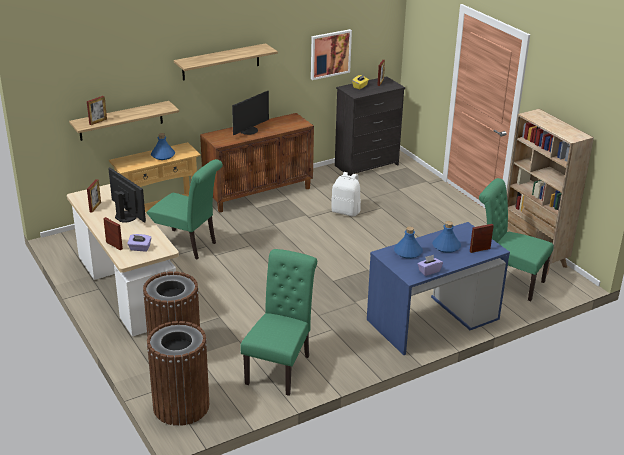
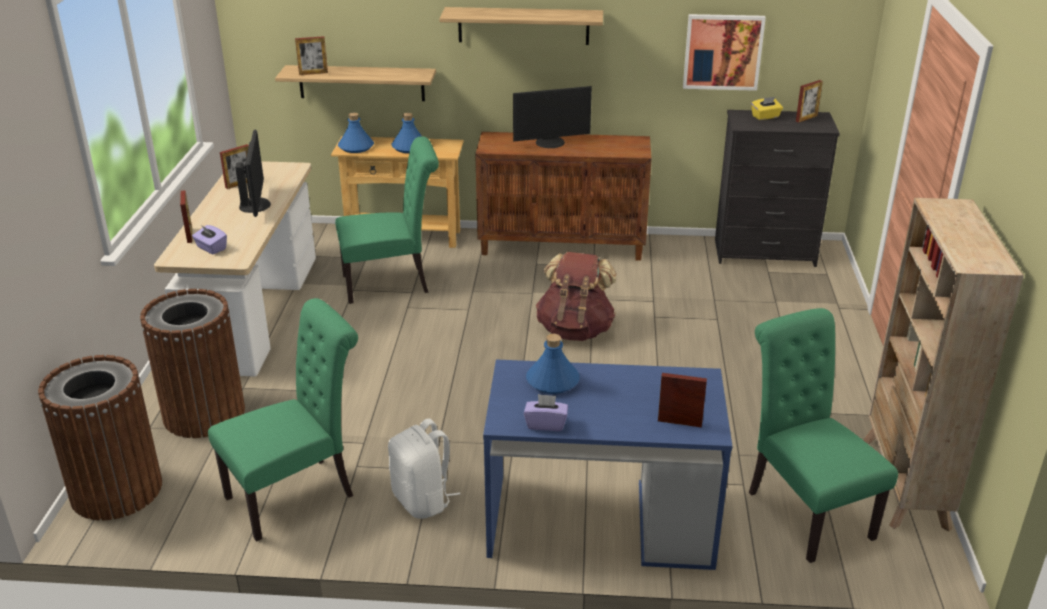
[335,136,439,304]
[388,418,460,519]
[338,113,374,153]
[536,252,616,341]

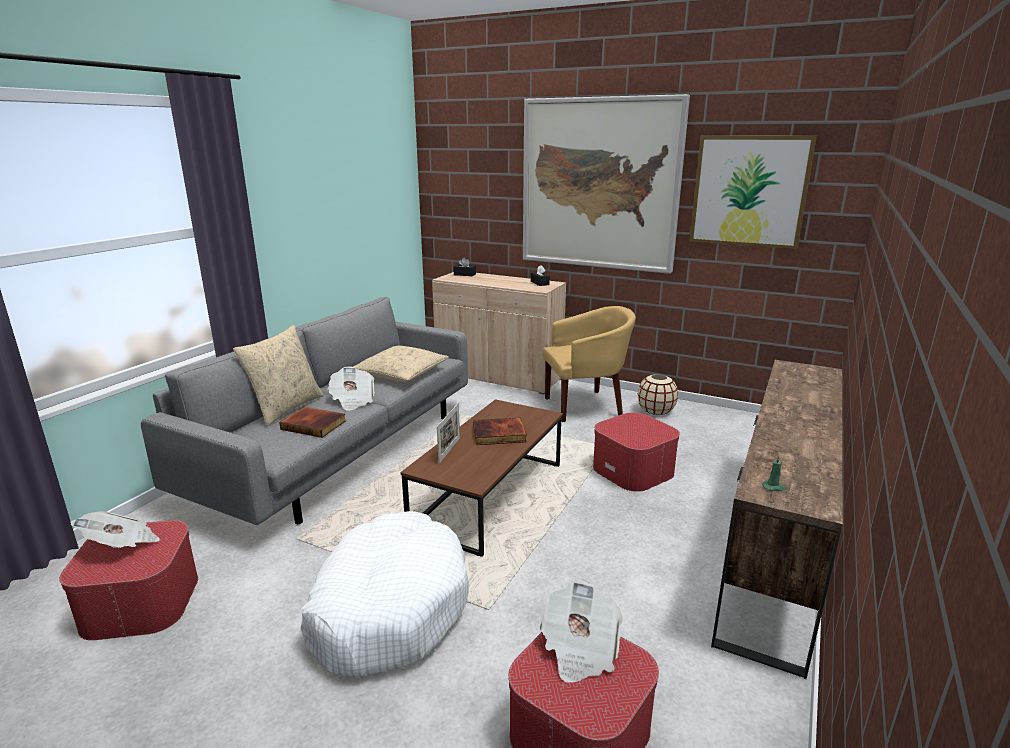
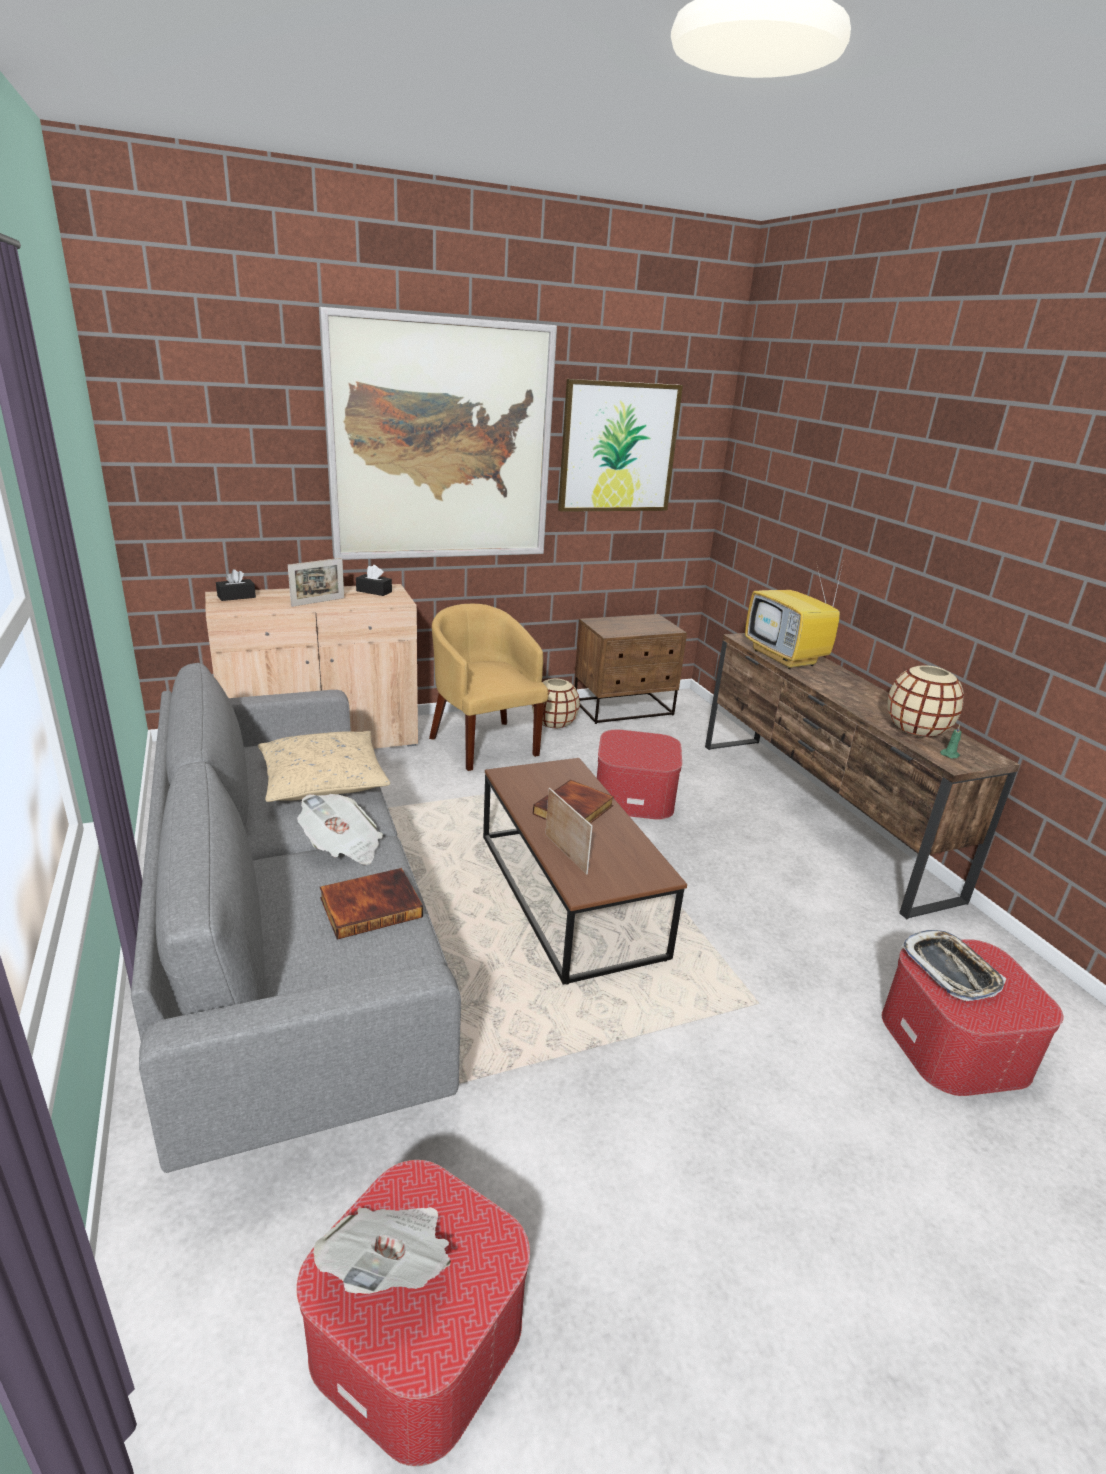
[233,325,324,426] (first image)
[300,511,469,678] (first image)
[901,930,1006,1001]
[429,604,549,771]
[288,558,344,607]
[575,614,687,724]
[745,559,844,669]
[888,665,964,737]

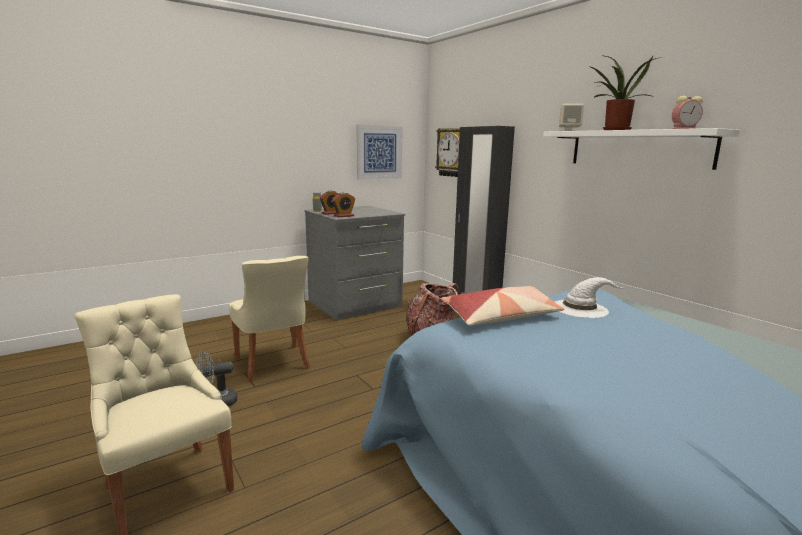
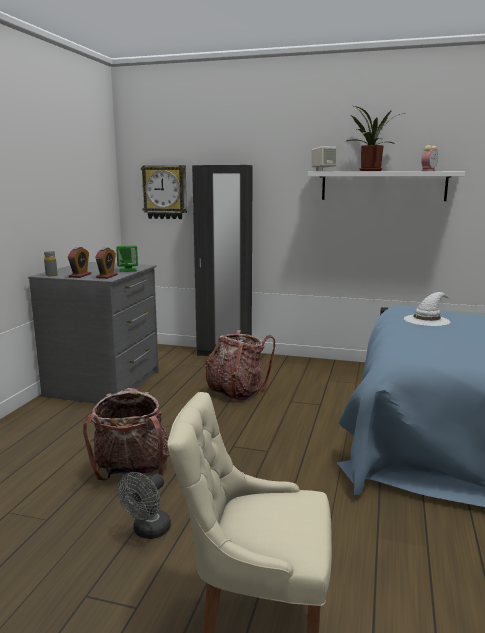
[83,388,170,481]
[356,125,403,180] (first image)
[441,286,564,326] (first image)
[116,246,138,272]

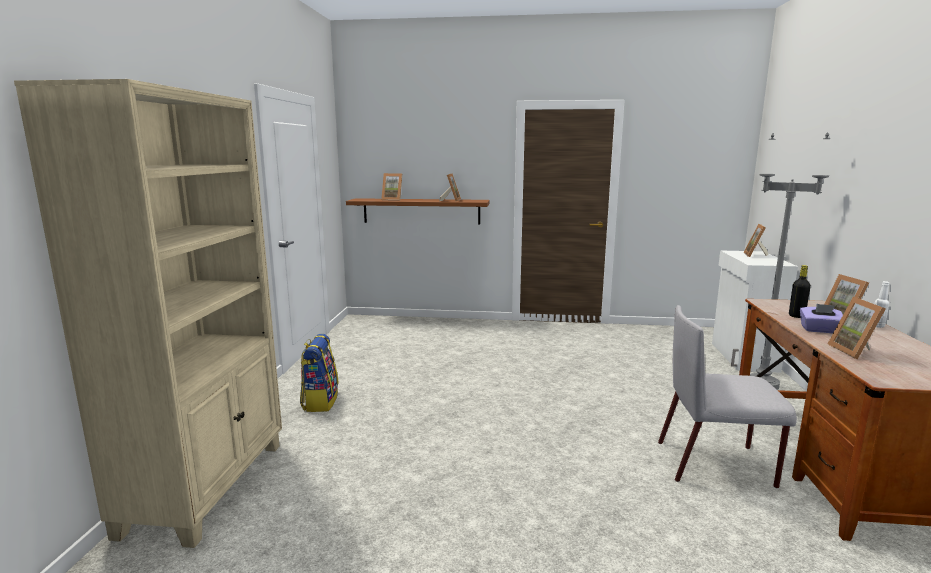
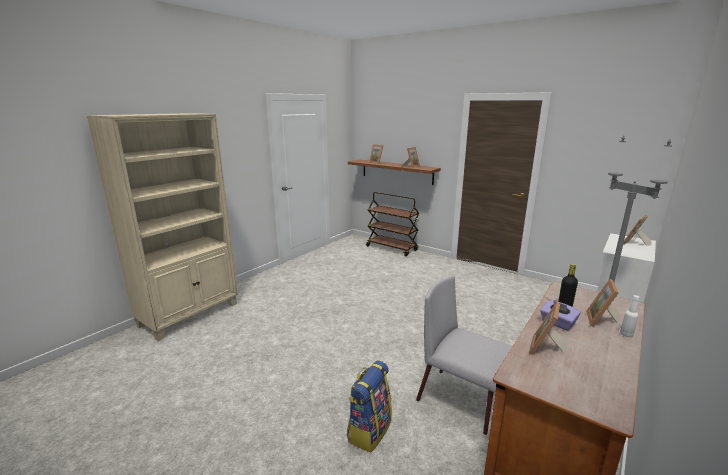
[347,361,392,452]
[366,192,419,256]

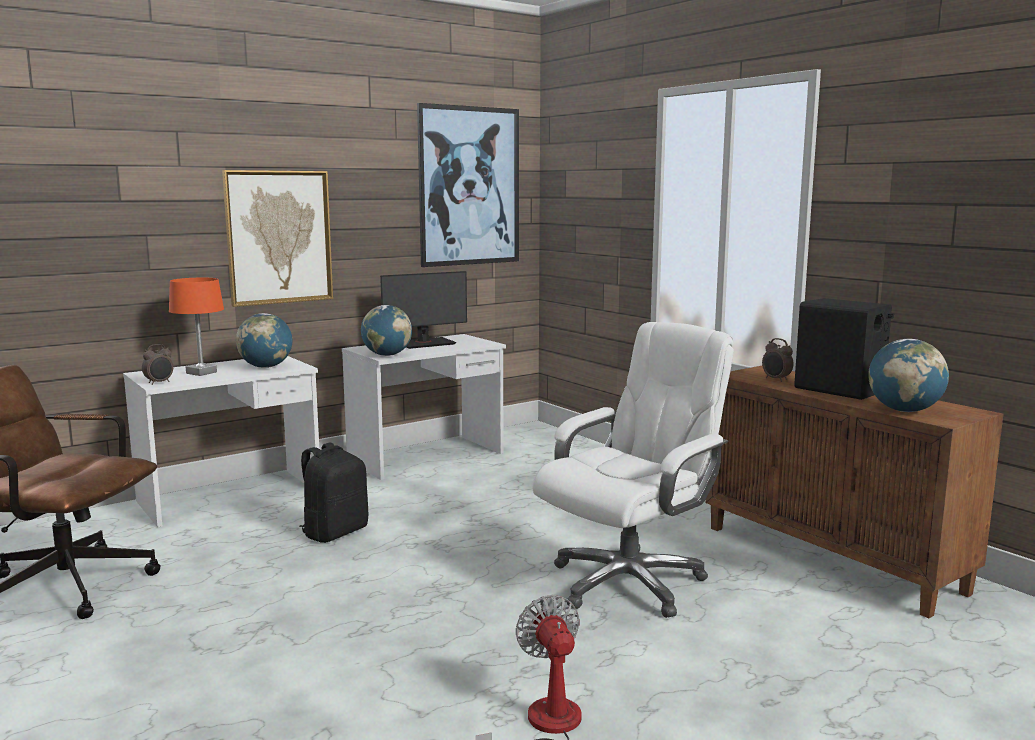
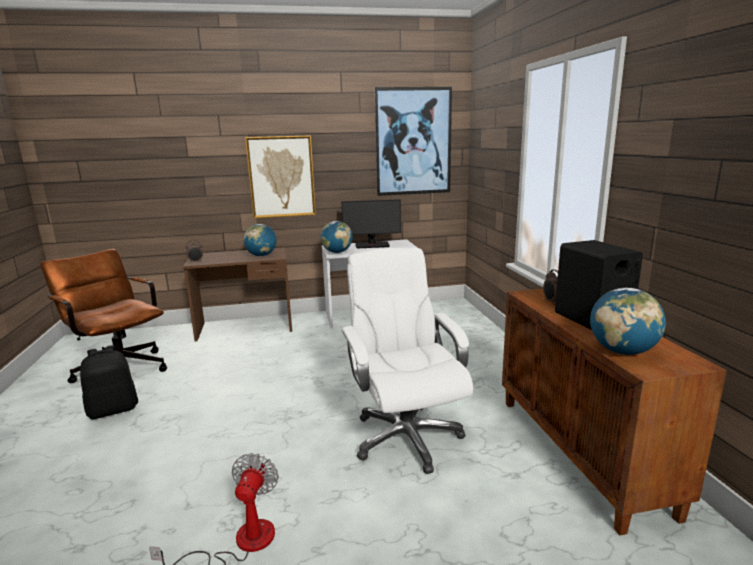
[183,247,292,341]
[169,278,224,376] (first image)
[80,345,138,420]
[341,247,473,474]

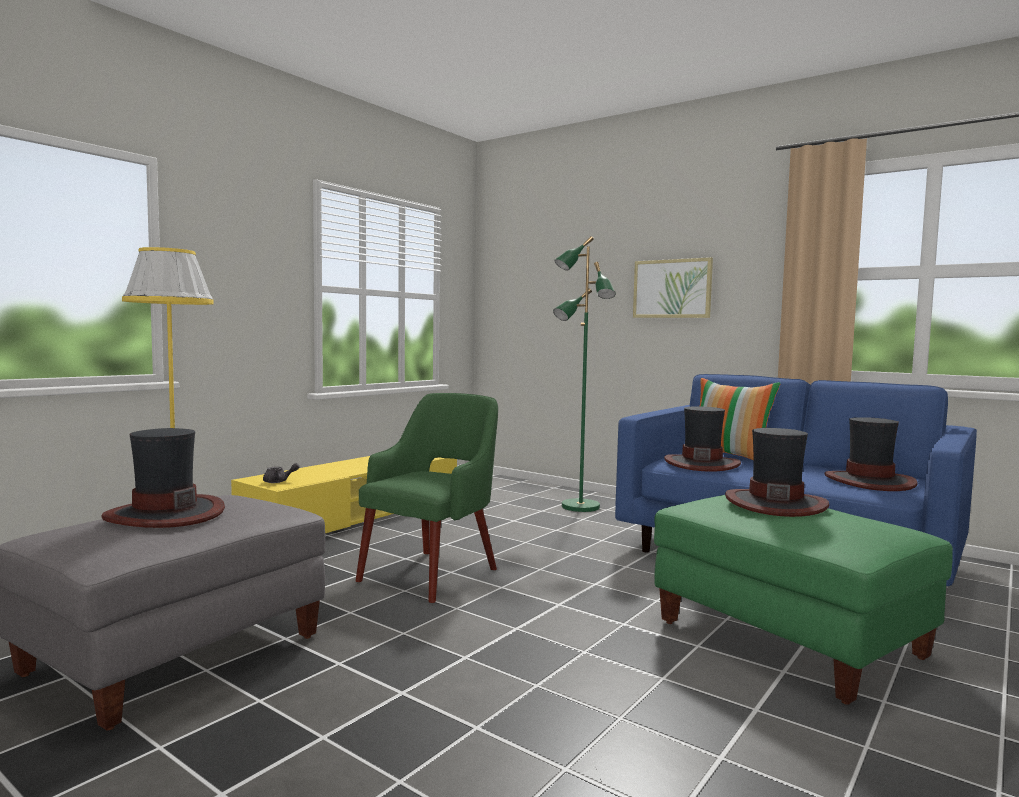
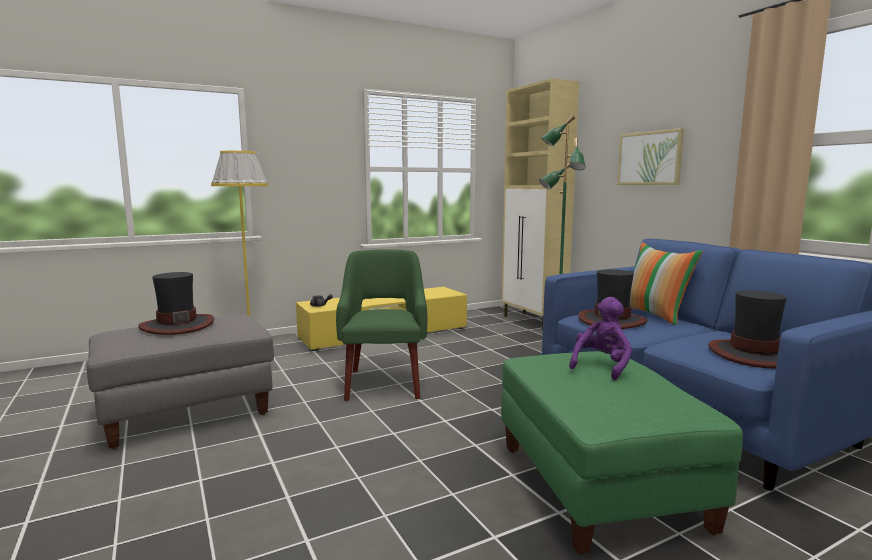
[336,249,428,401]
[569,297,632,380]
[502,78,579,331]

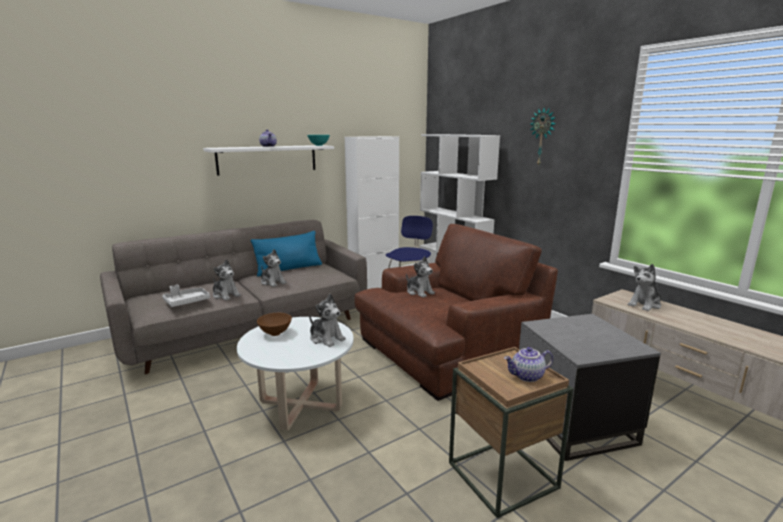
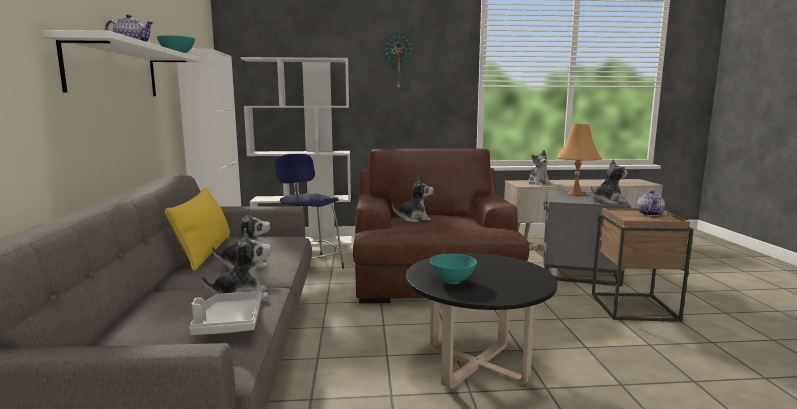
[406,253,557,389]
[165,187,230,271]
[430,254,477,284]
[591,159,627,204]
[557,124,602,195]

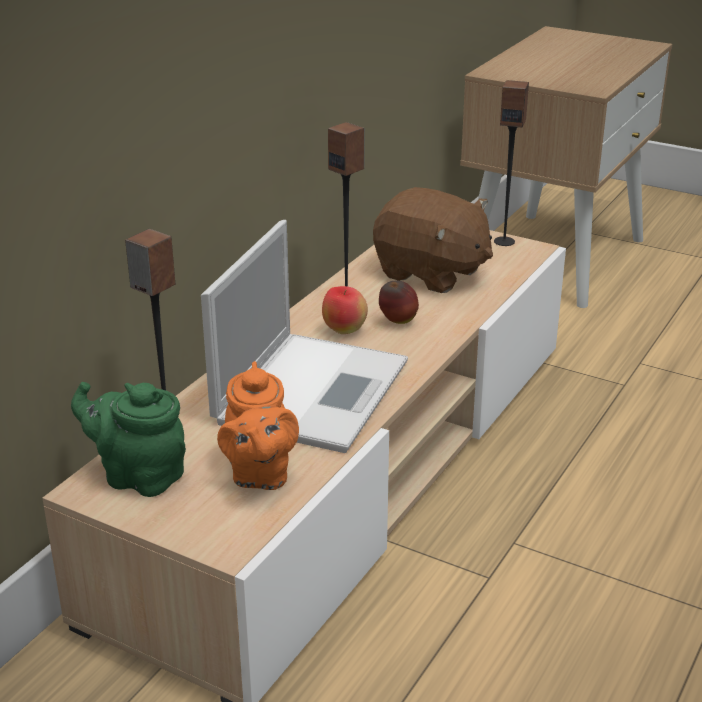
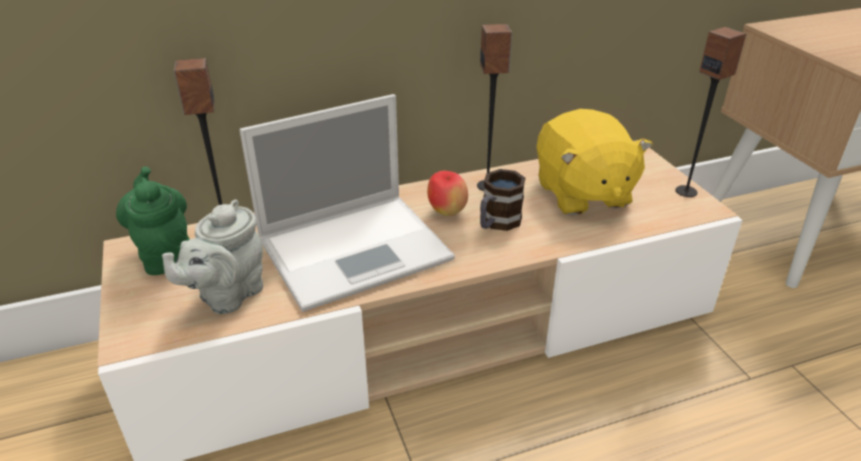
[162,200,263,314]
[536,109,653,216]
[480,169,526,231]

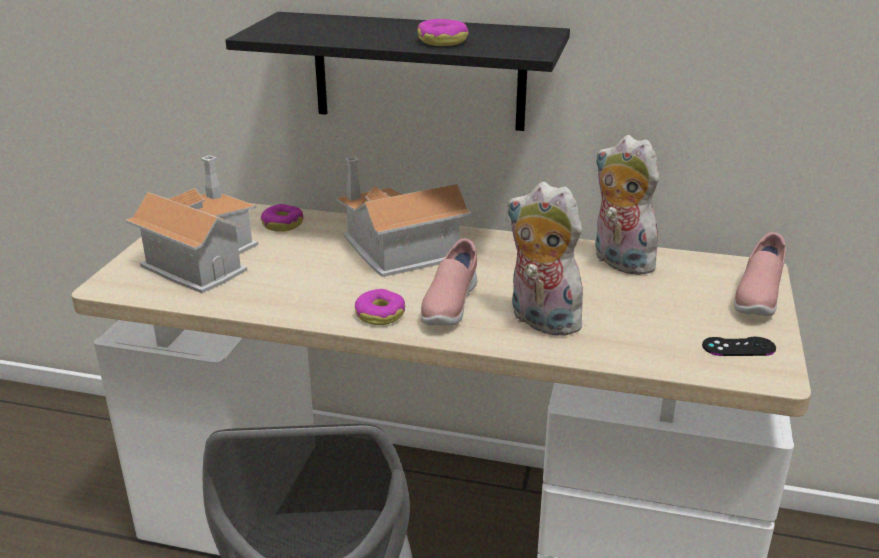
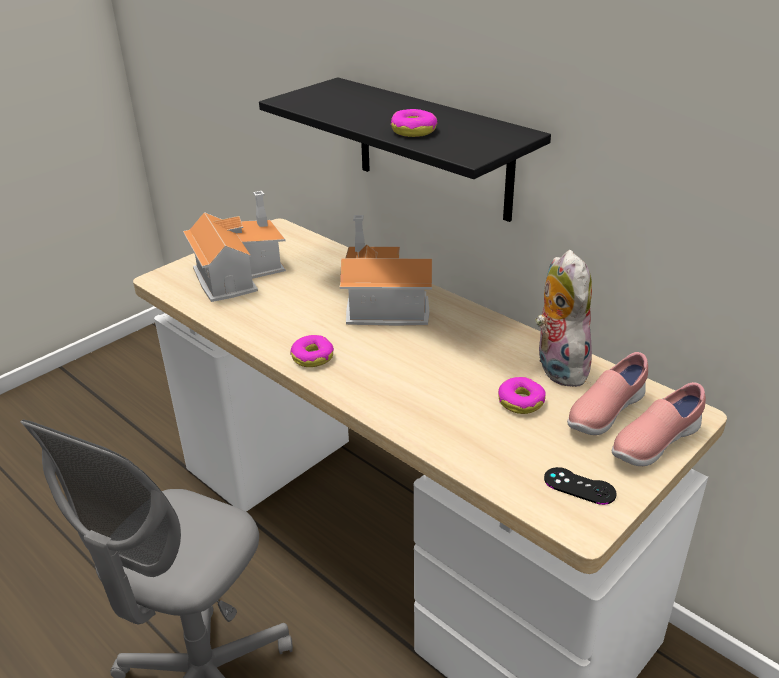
[498,377,546,414]
[567,352,648,435]
[506,182,586,336] (first image)

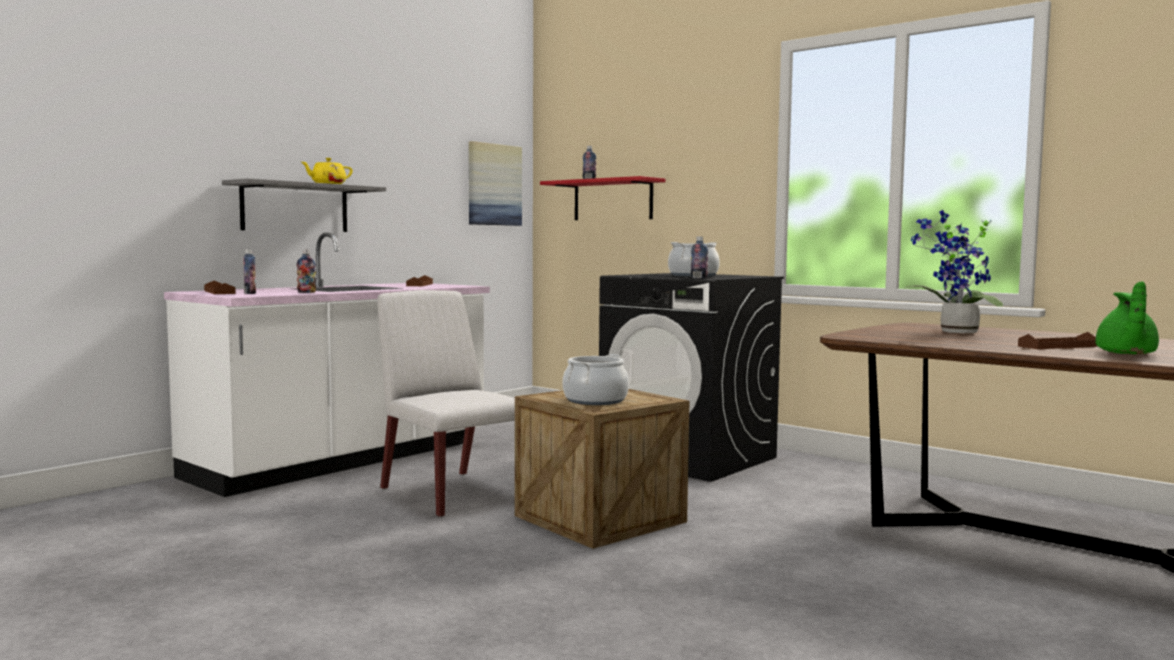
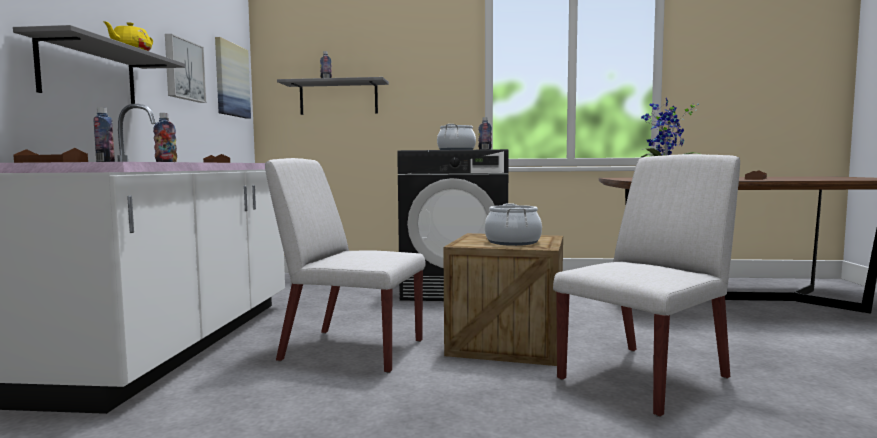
[277,77,389,115]
[1096,281,1159,354] (first image)
[165,34,206,103]
[553,154,740,417]

